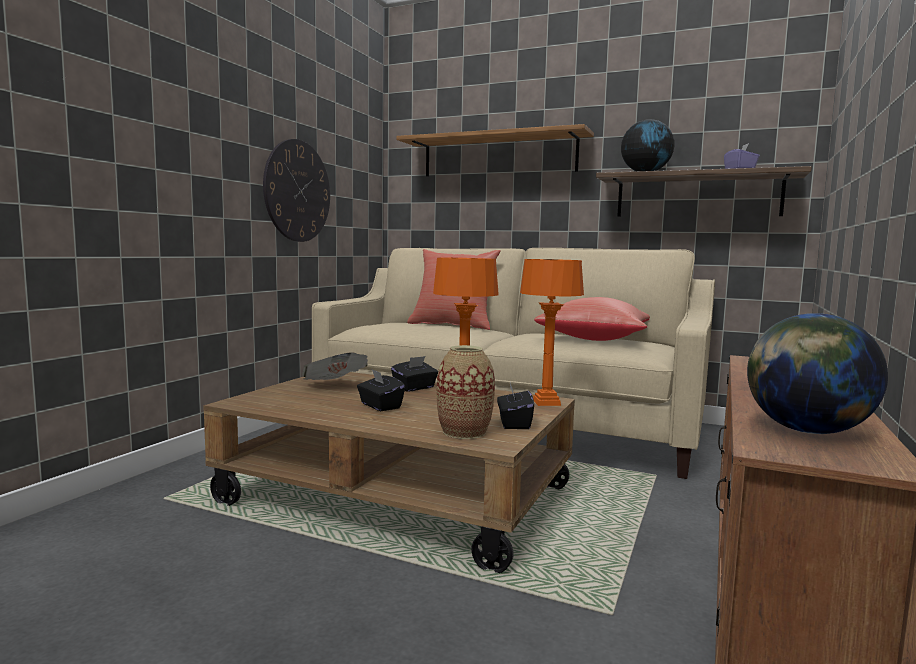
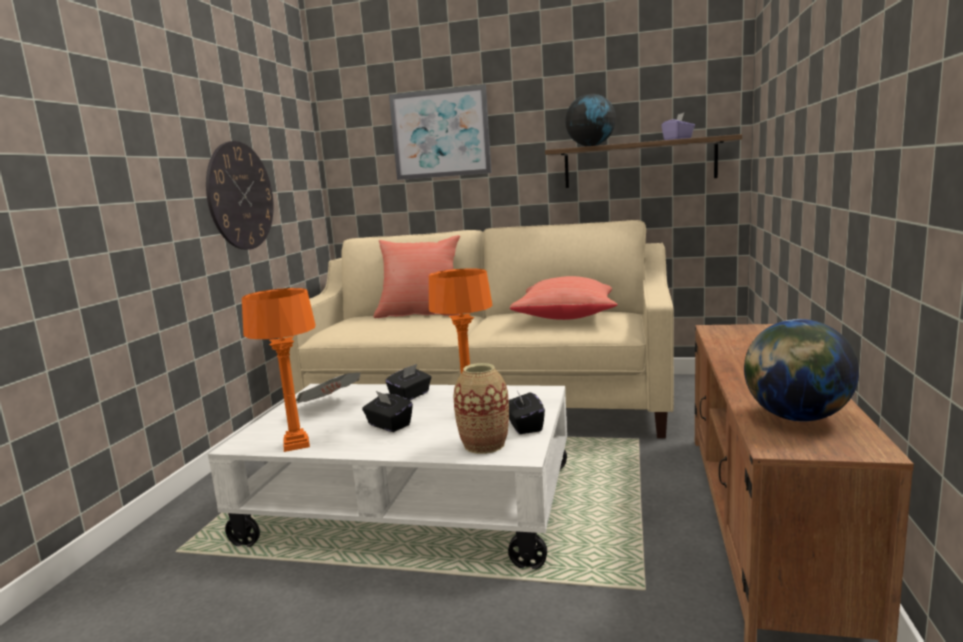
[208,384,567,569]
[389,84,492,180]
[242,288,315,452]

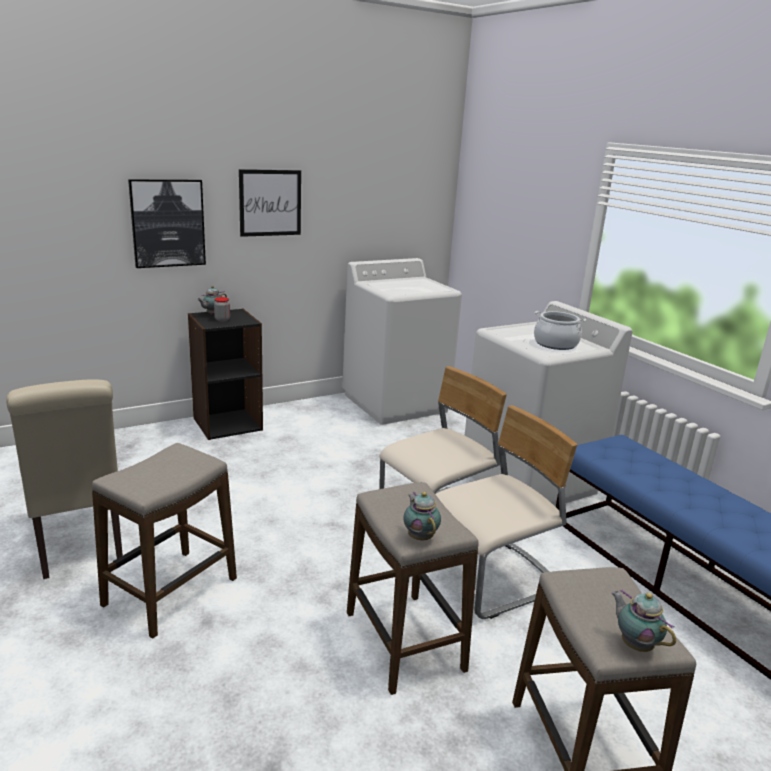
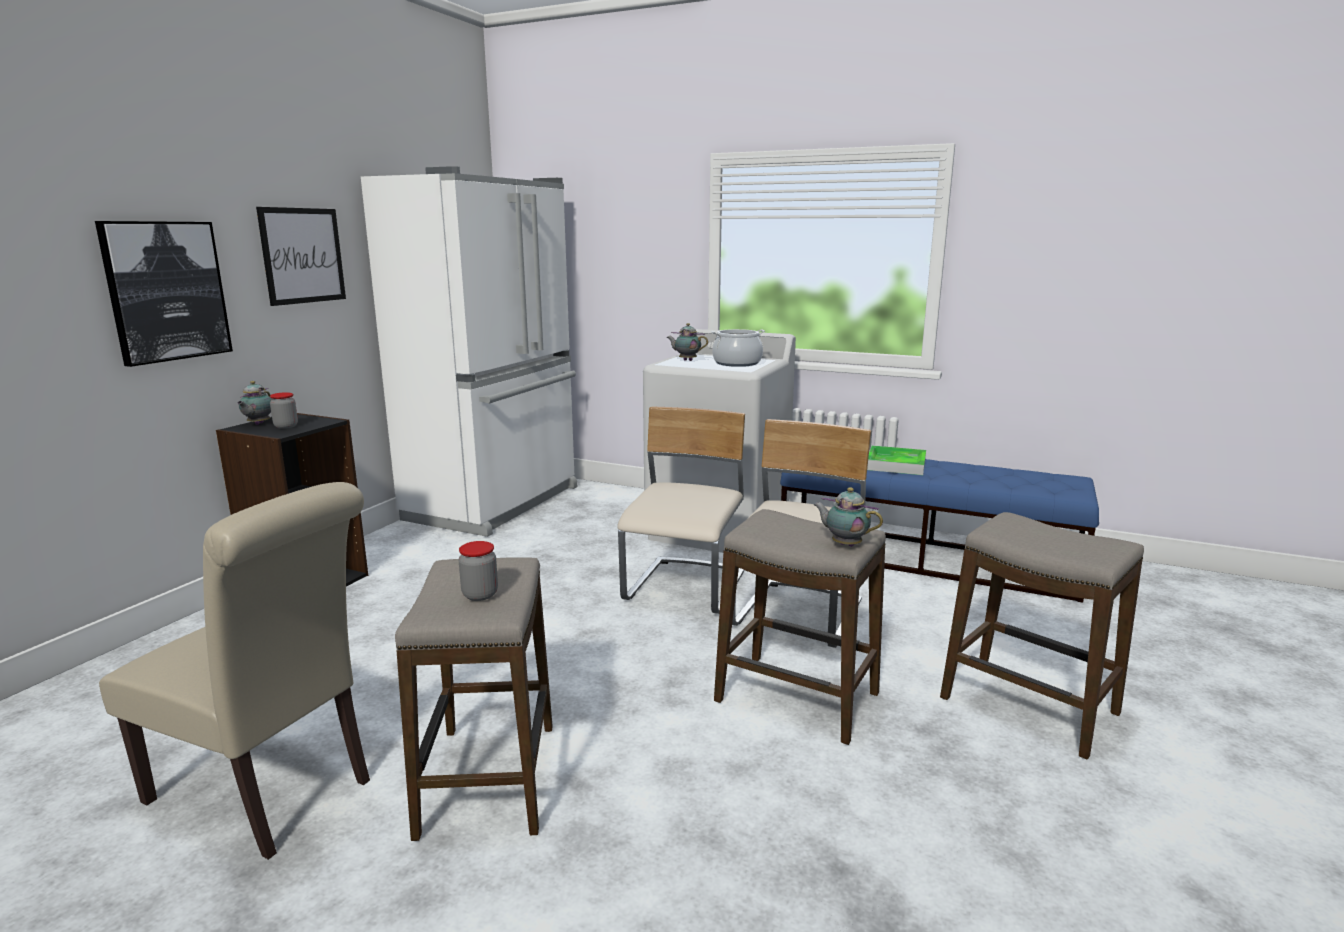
[361,166,577,537]
[667,323,708,361]
[459,541,498,601]
[867,446,926,475]

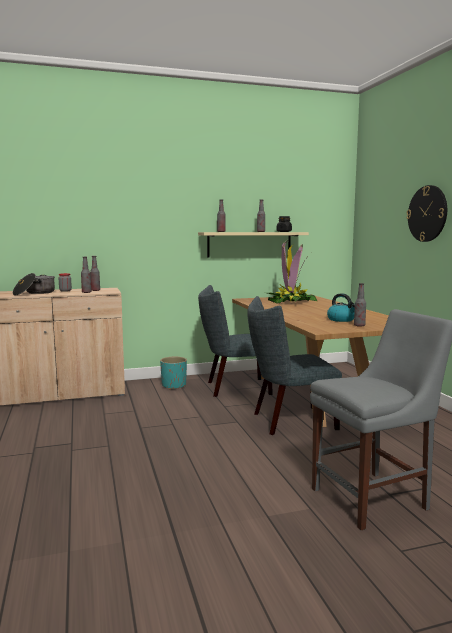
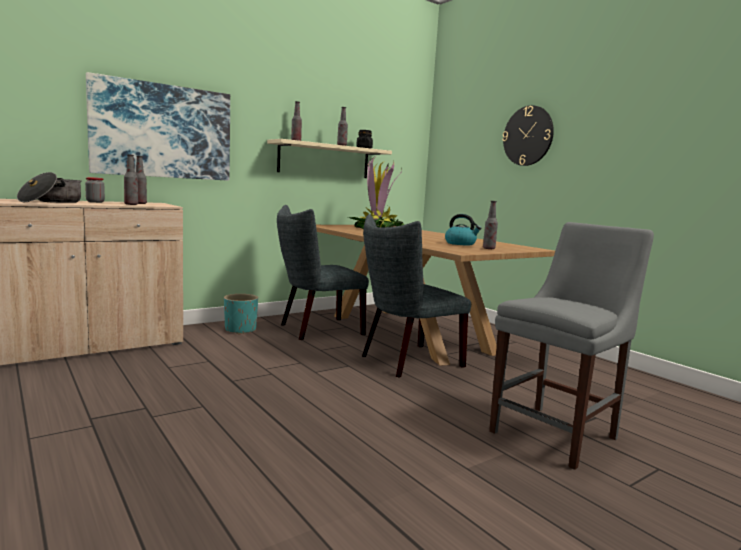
[86,72,230,181]

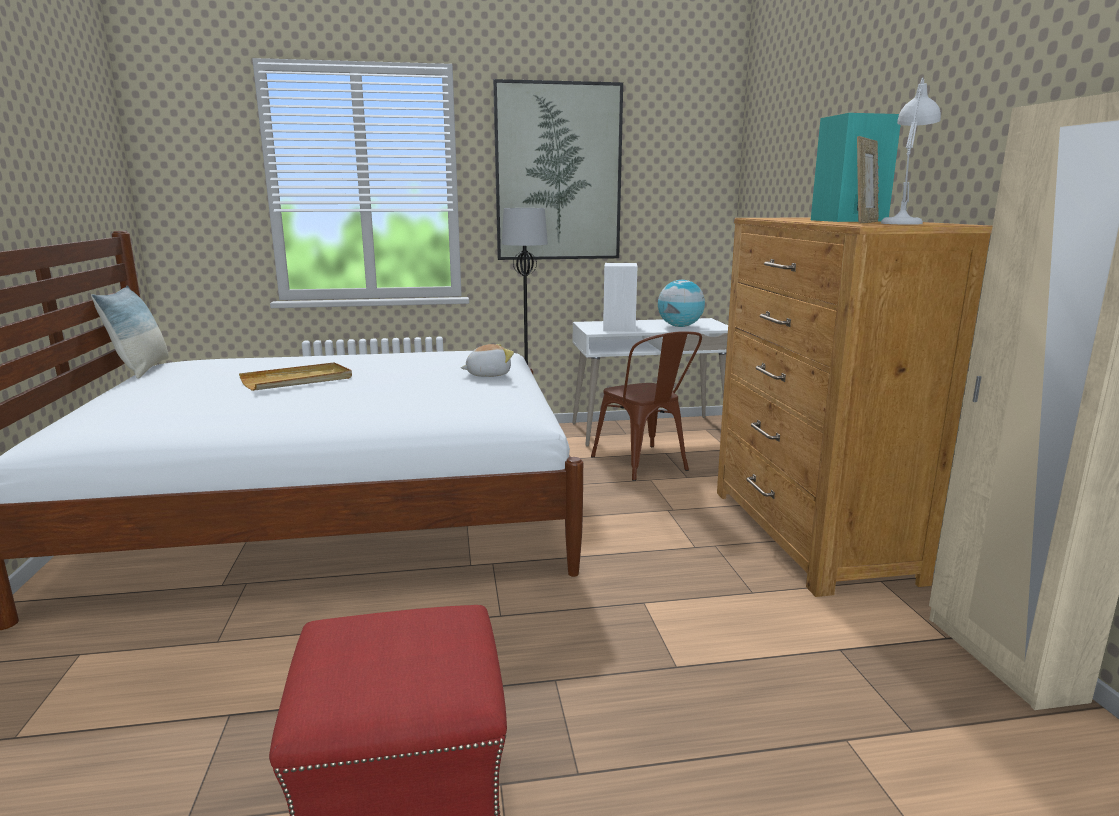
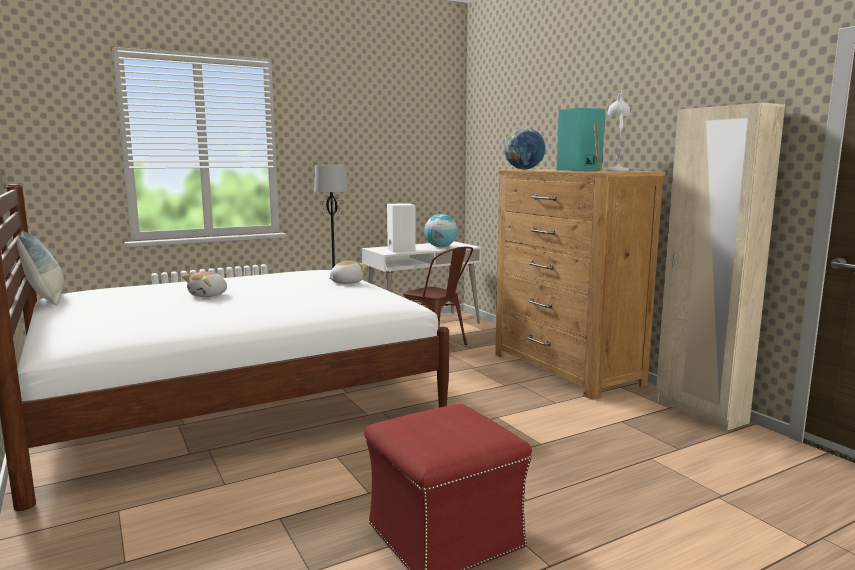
[182,271,227,297]
[493,79,623,260] (first image)
[504,127,546,170]

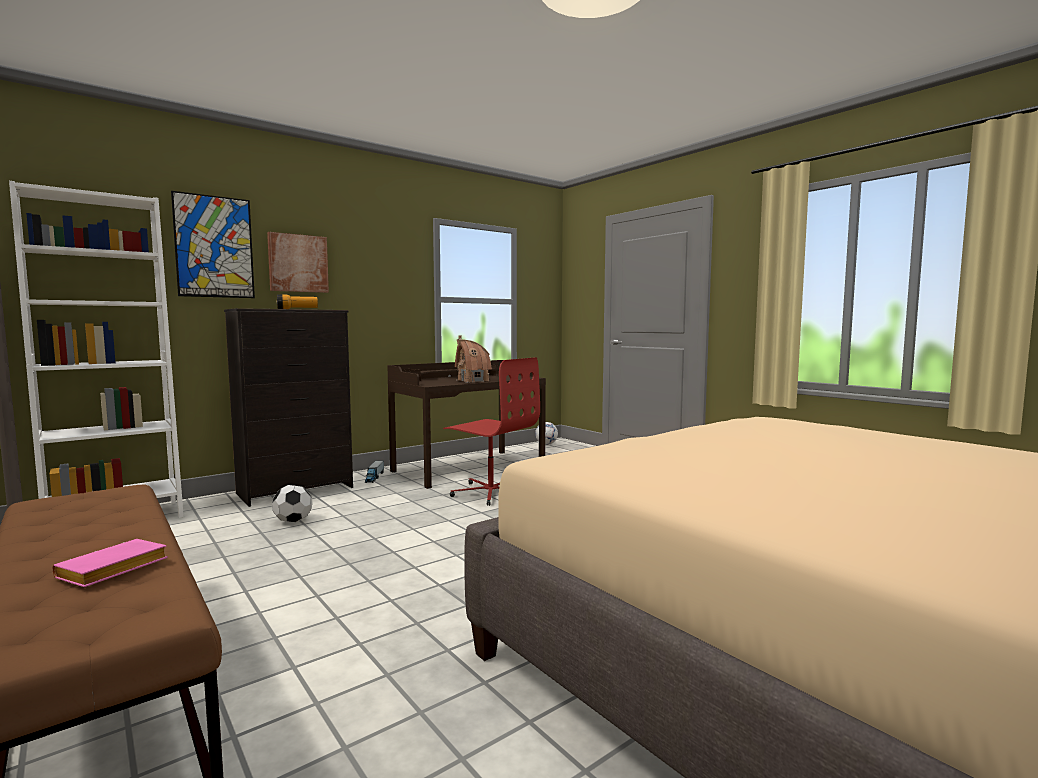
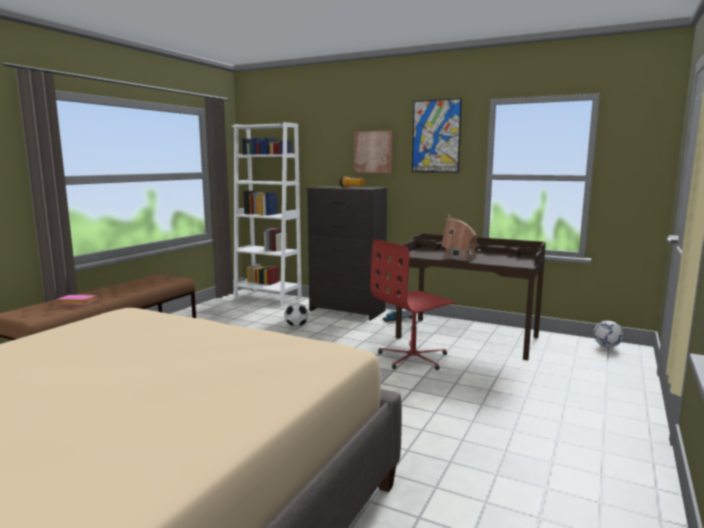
[412,98,462,173]
[370,239,457,370]

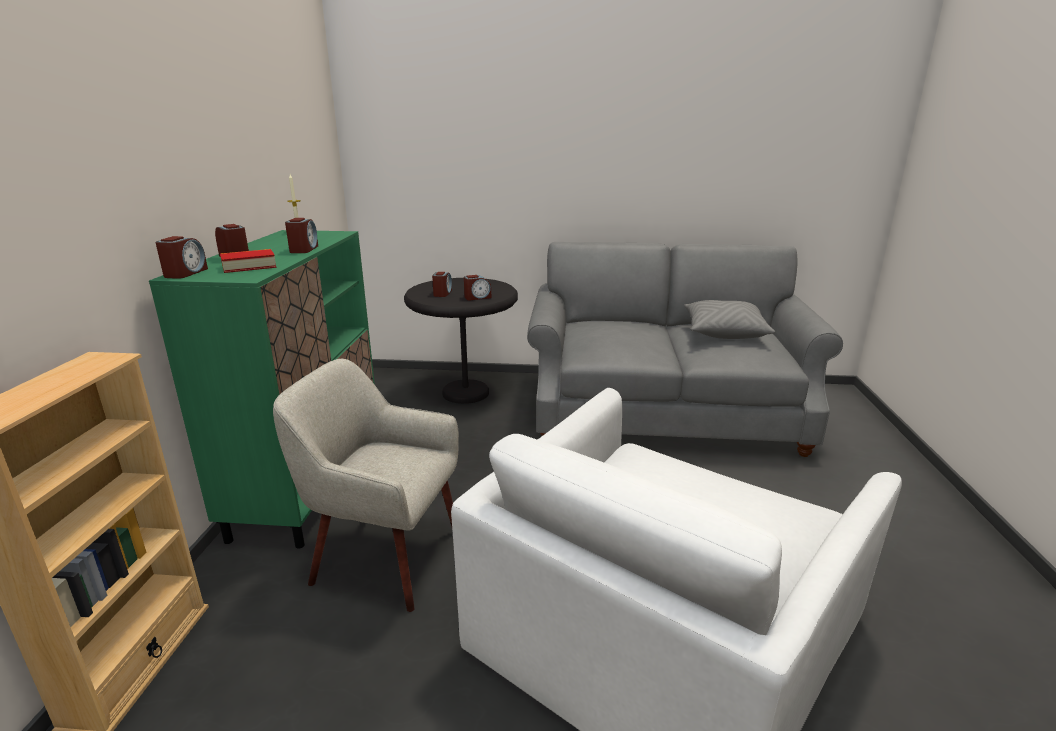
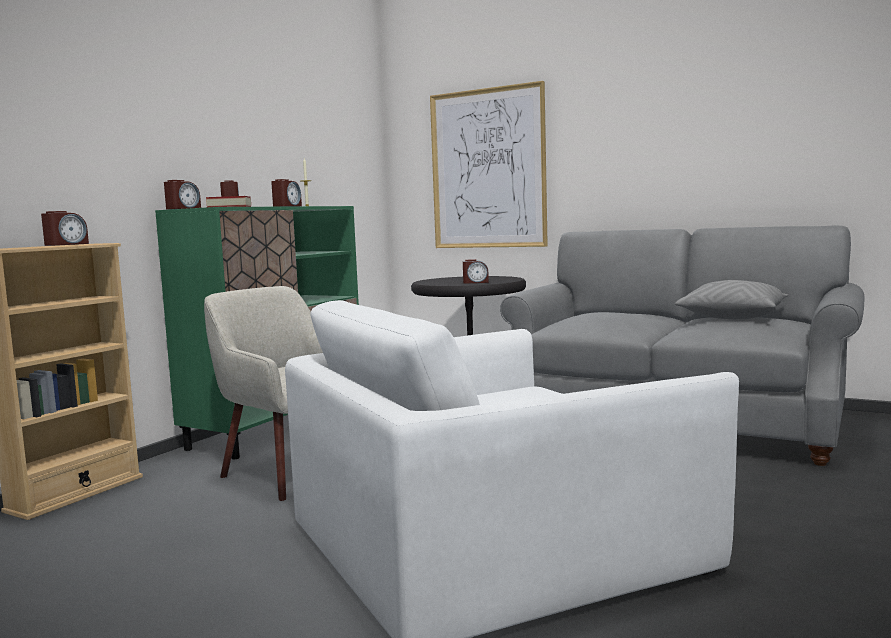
[41,211,89,246]
[430,81,548,248]

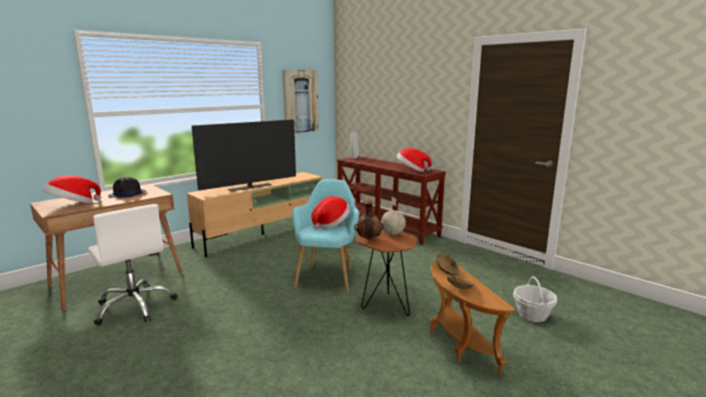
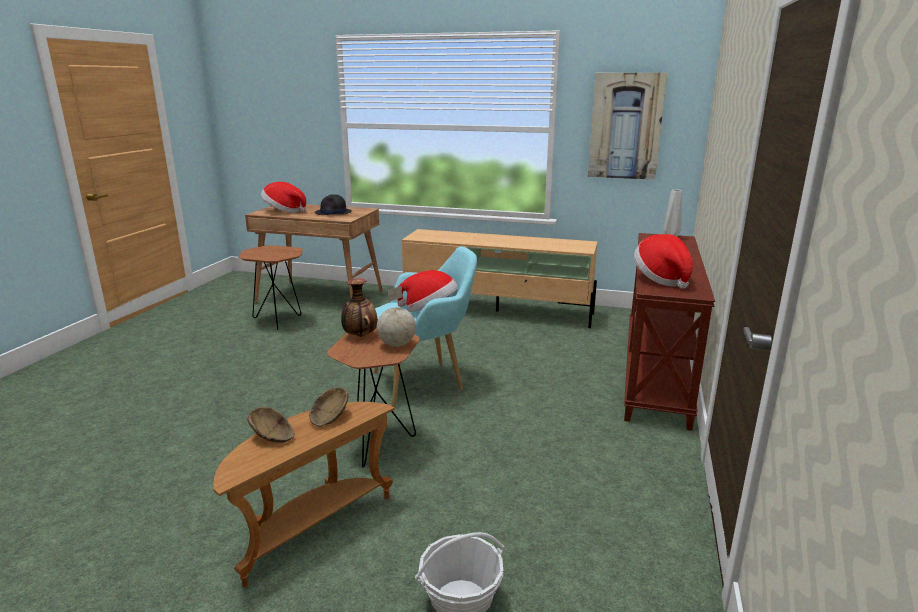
[239,245,303,330]
[192,120,296,191] (first image)

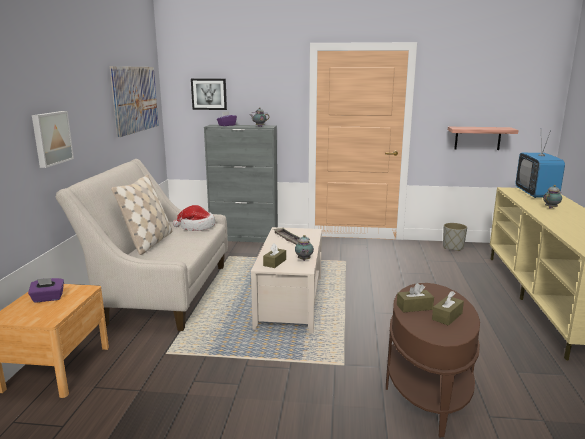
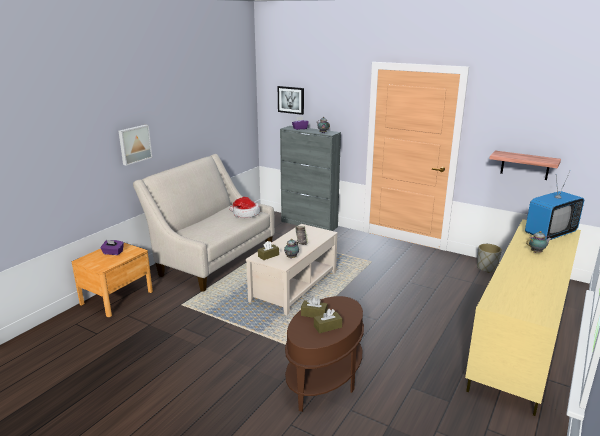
[110,66,159,137] (first image)
[111,175,172,255] (first image)
[525,170,584,240]

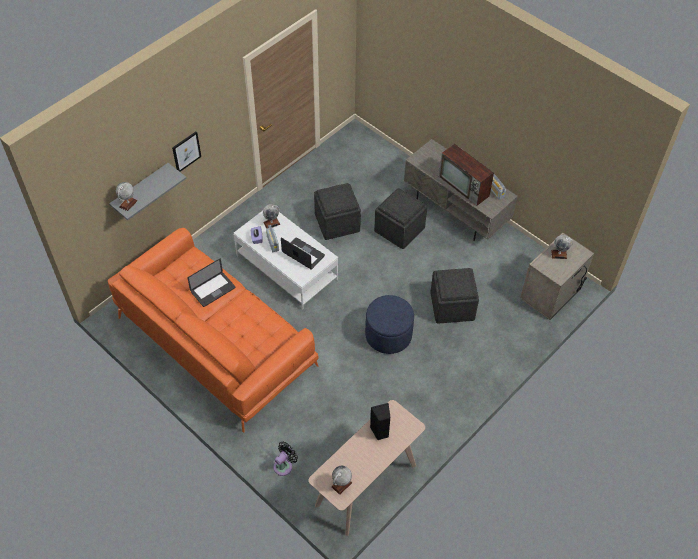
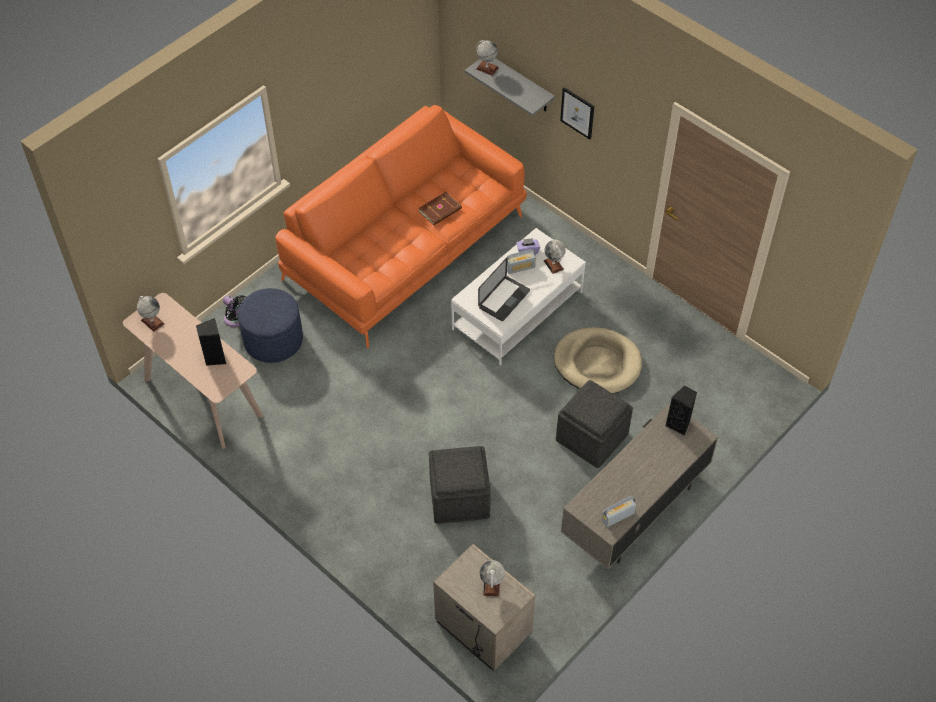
[418,192,462,226]
[554,327,642,394]
[238,288,303,363]
[439,144,494,206] (first image)
[665,385,697,435]

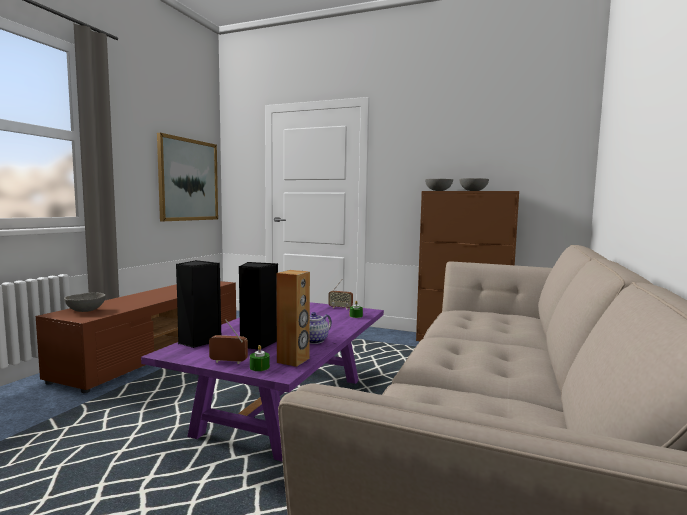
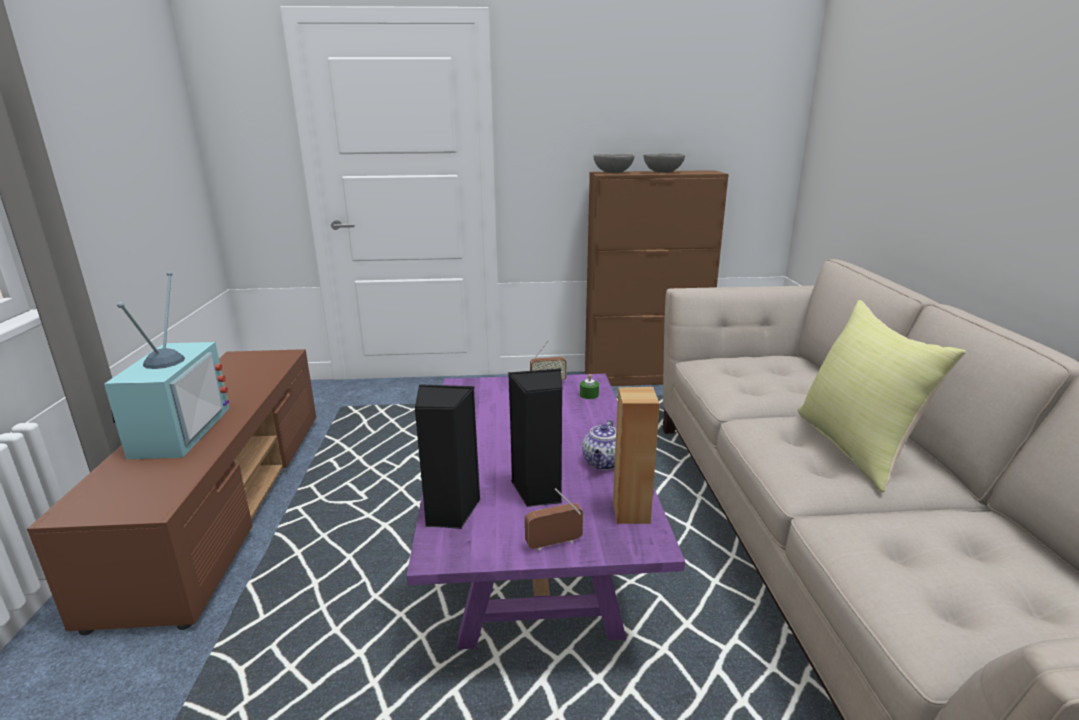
[64,293,106,312] (first image)
[157,133,218,221] (first image)
[250,345,270,371] (first image)
[104,271,229,459]
[798,300,966,492]

